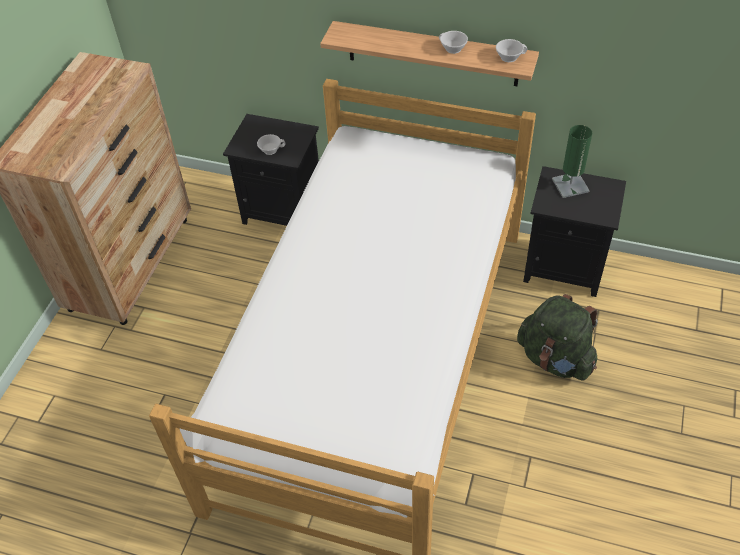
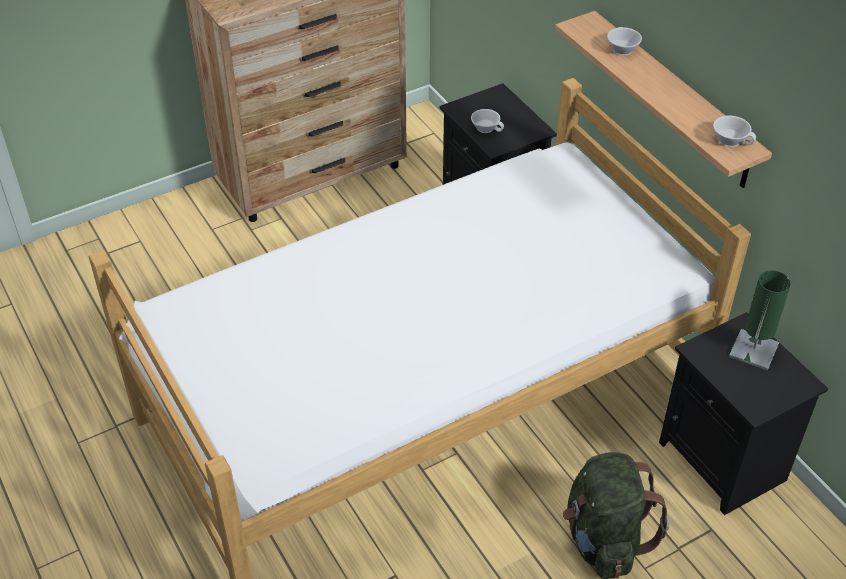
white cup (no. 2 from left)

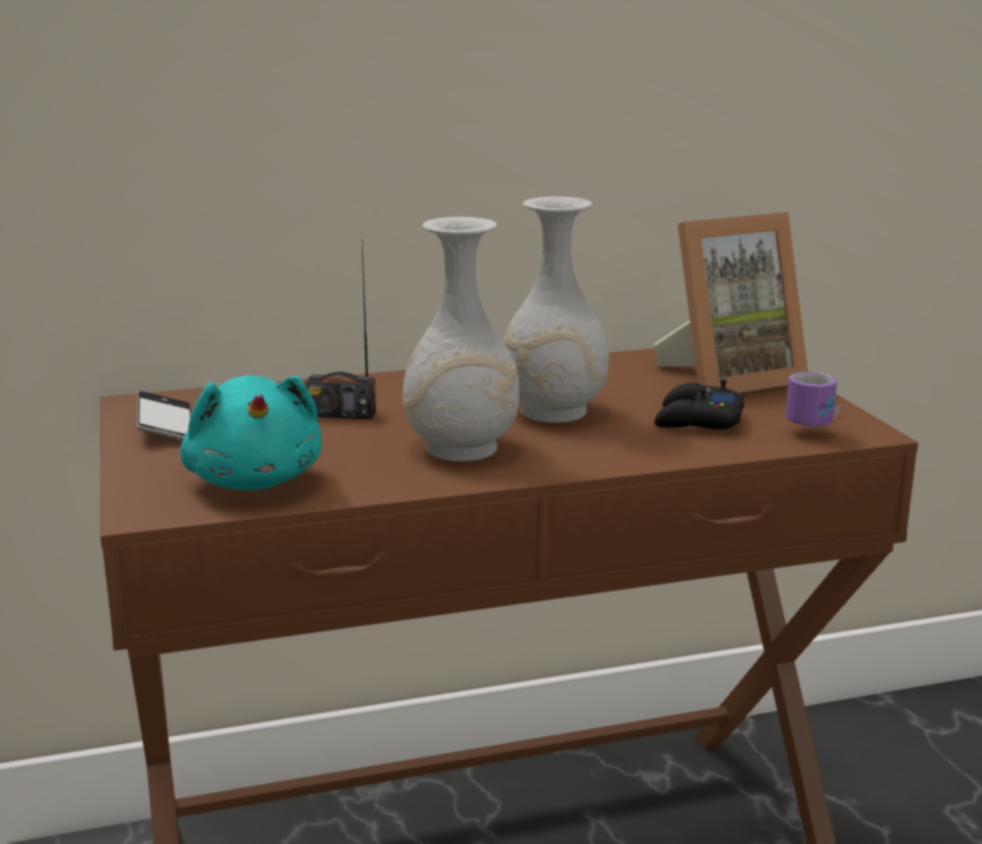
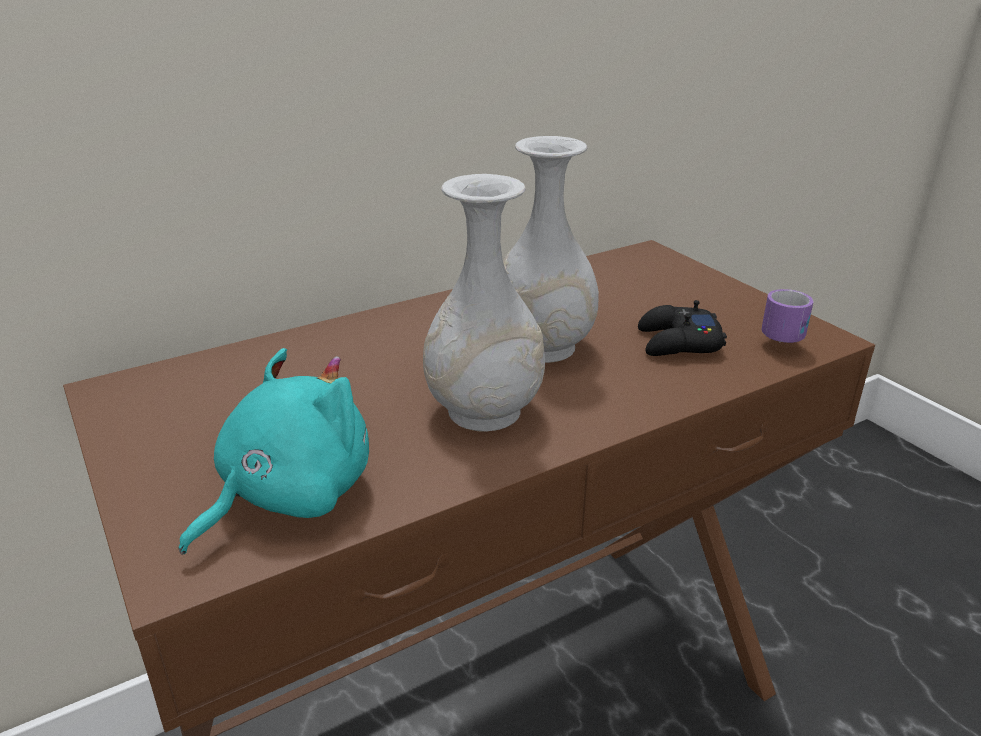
phone
turquoise plush toy
radio
picture frame

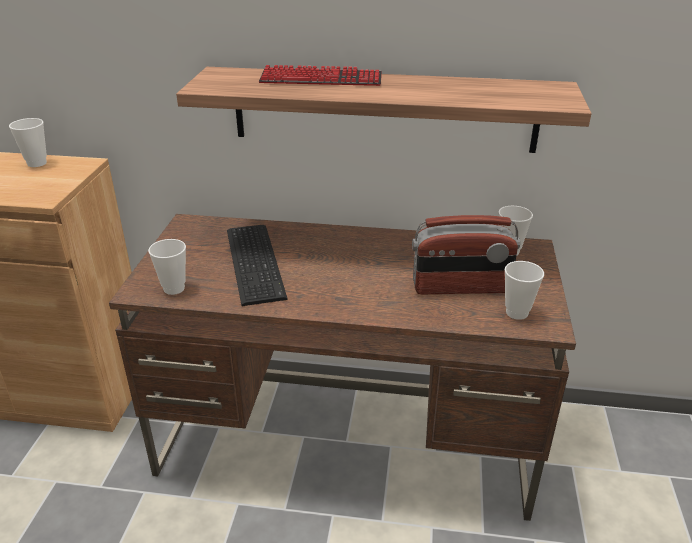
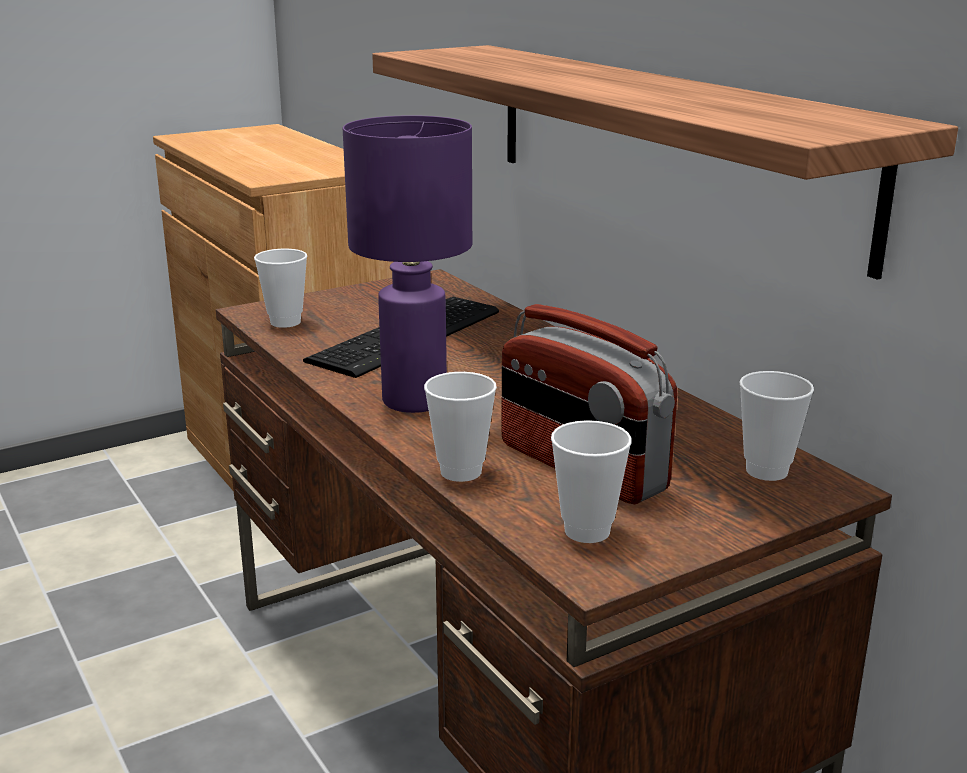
cup (no. 2 from left)
keyboard (no. 2 from left in the first image)
purple table lamp

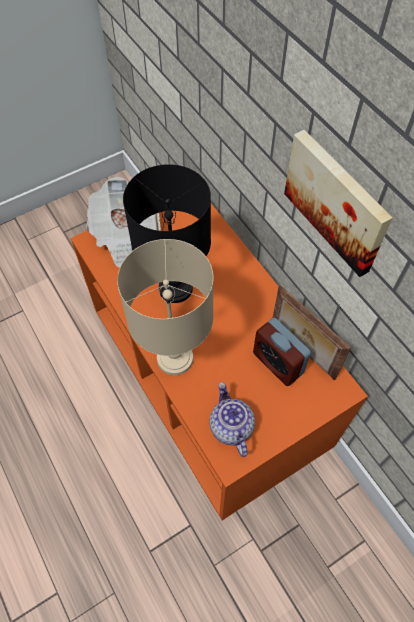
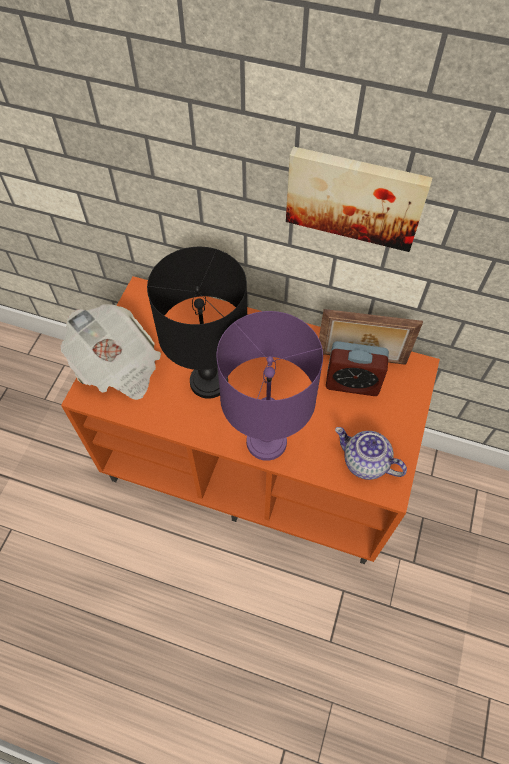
purple table lamp

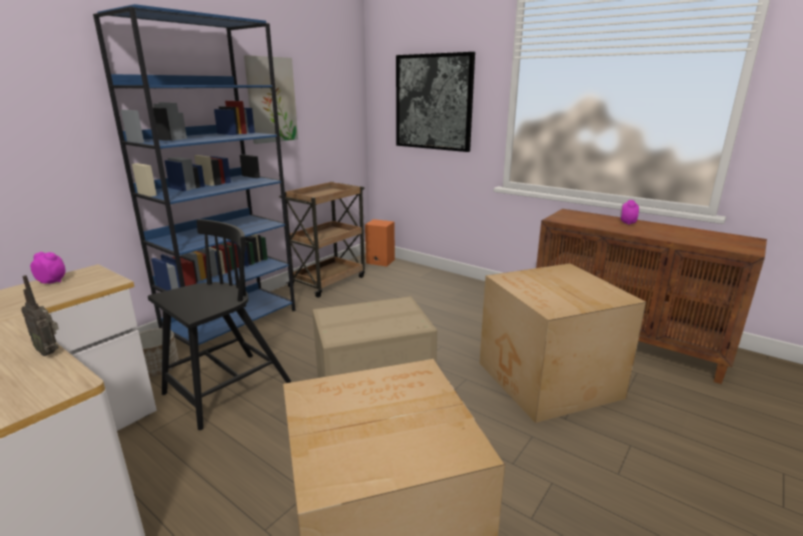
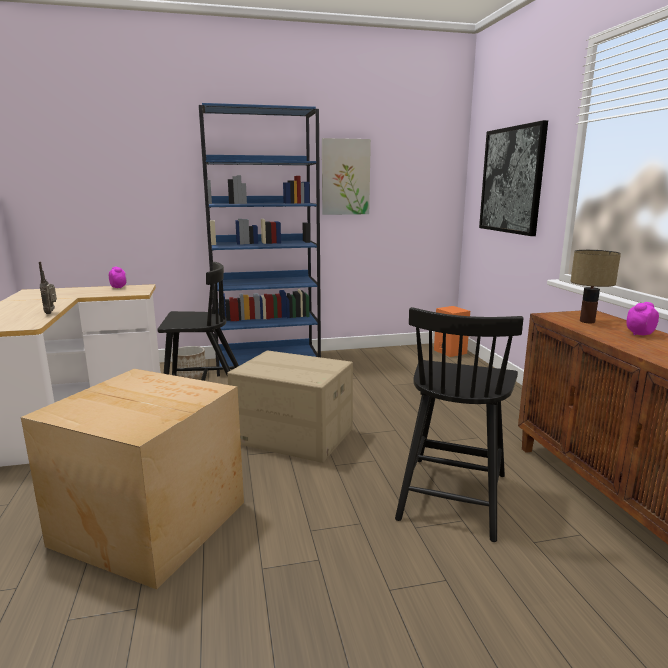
brown cart
black chair (no. 2 from left)
table lamp

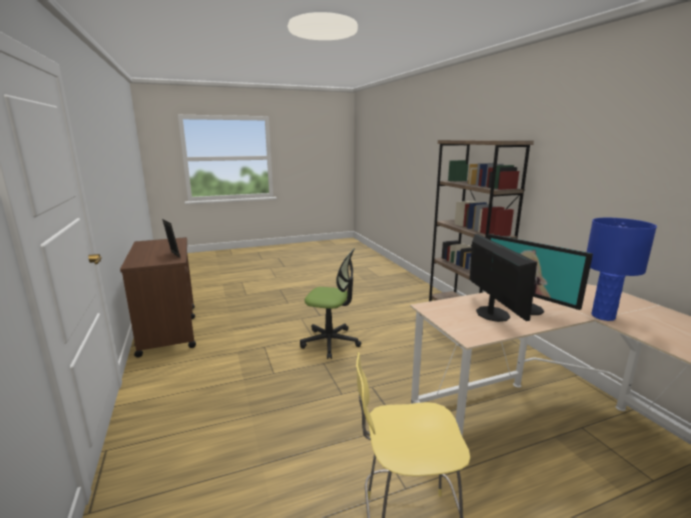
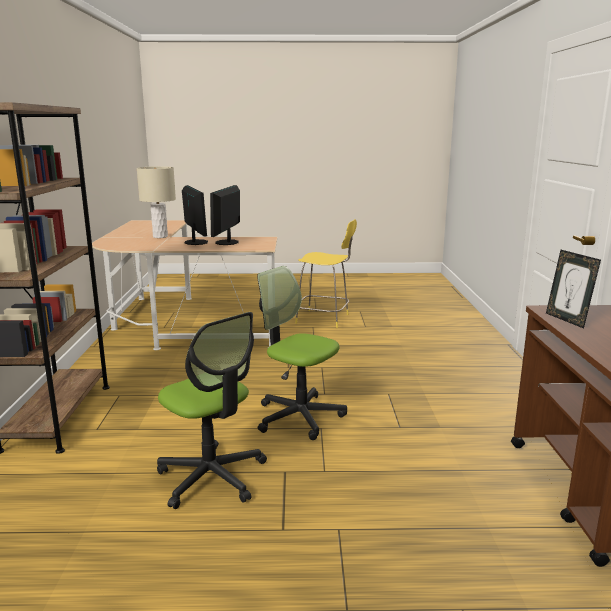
beige table lamp
office chair (no. 1 from left)

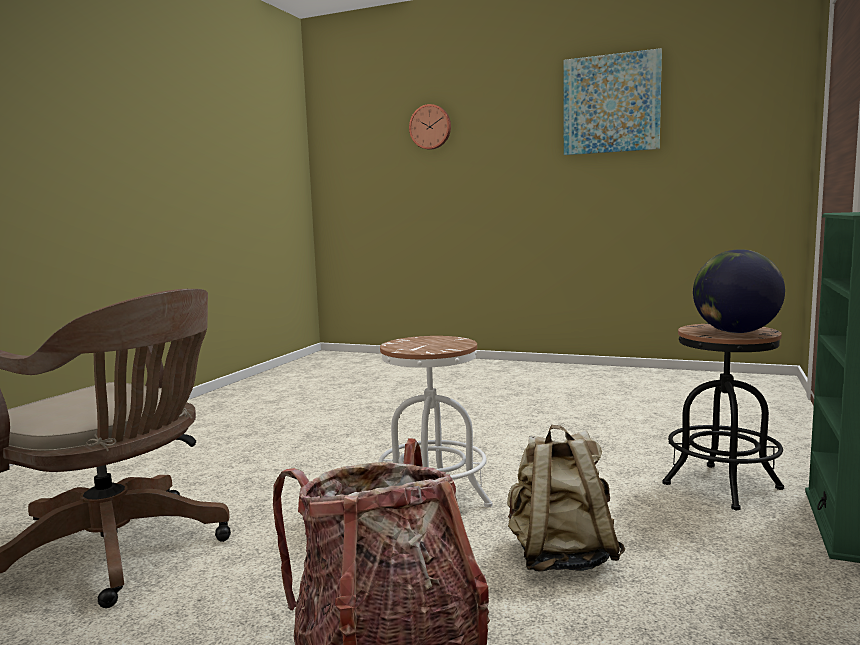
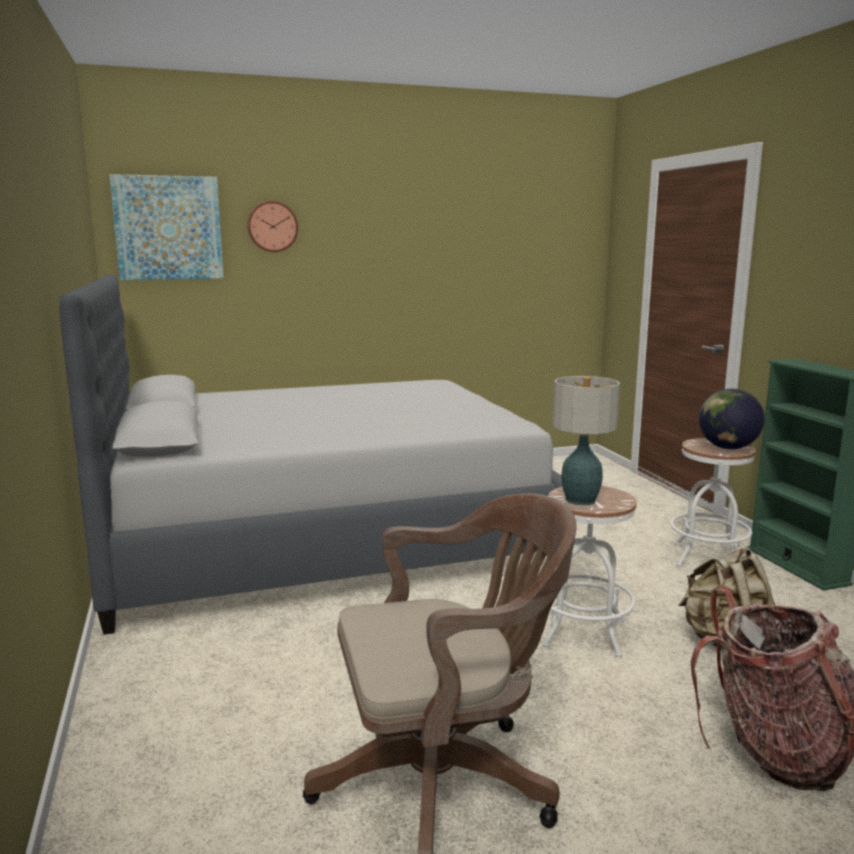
picture
white stool (no. 2 from left)
grey bed
table lamp

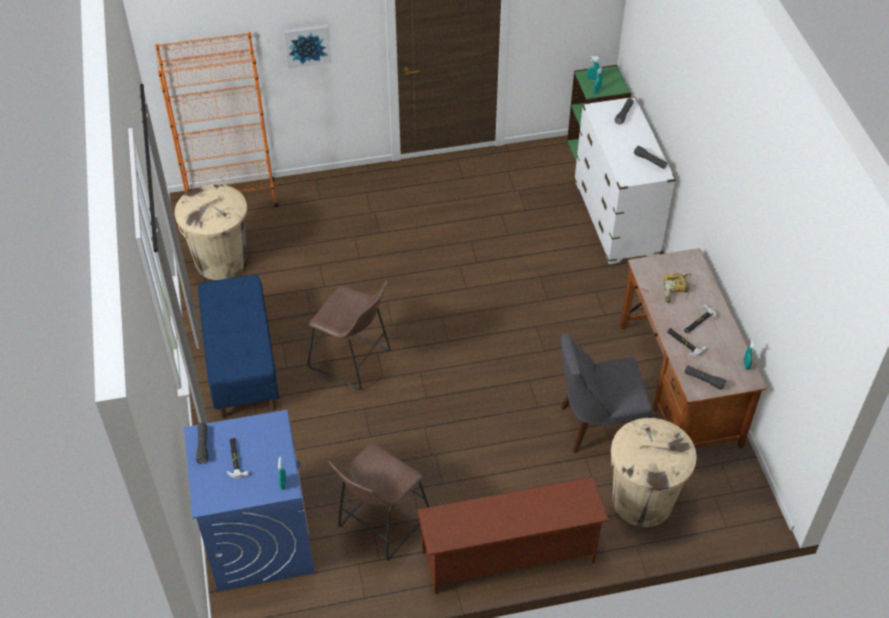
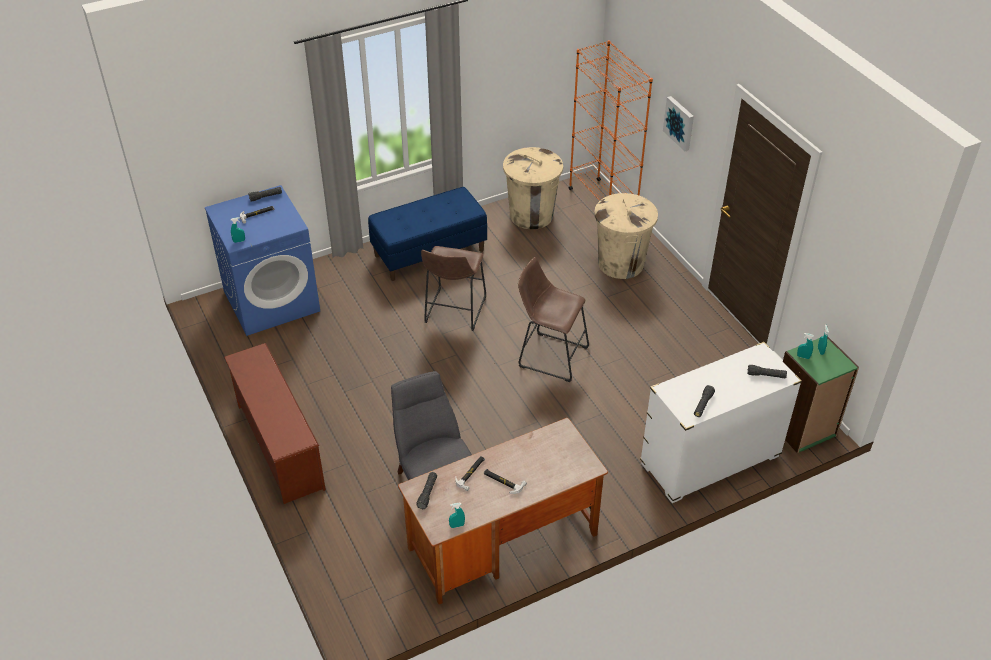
brown stool (no. 2 from left)
beige trash can (no. 2 from left)
power drill

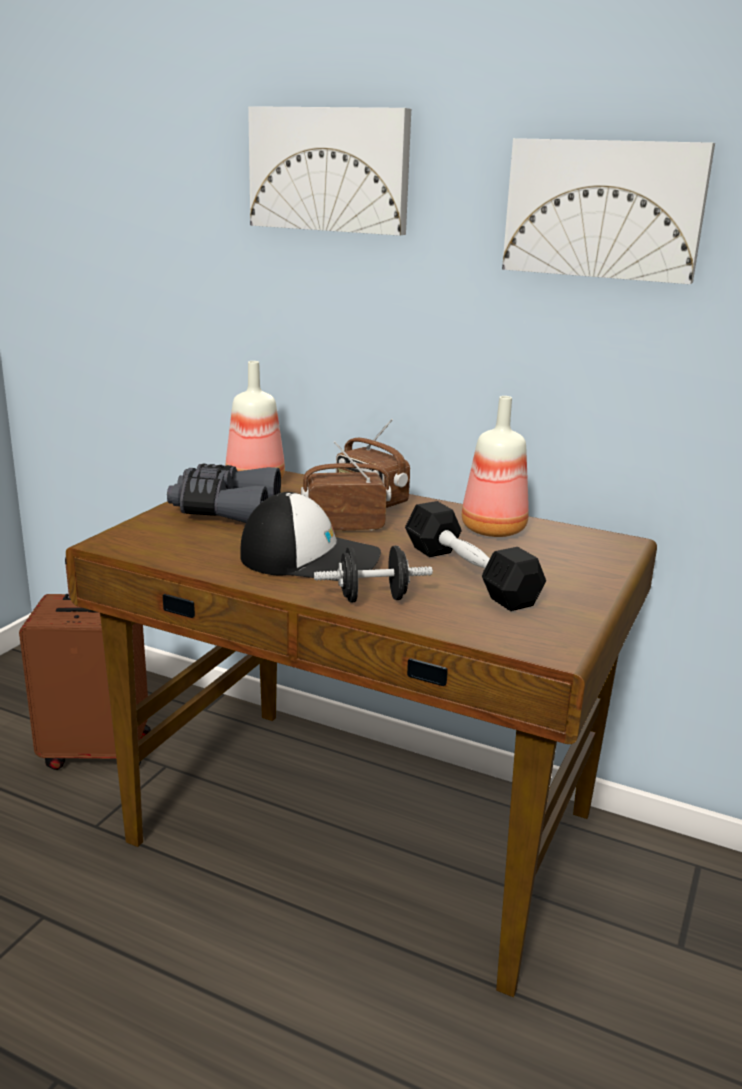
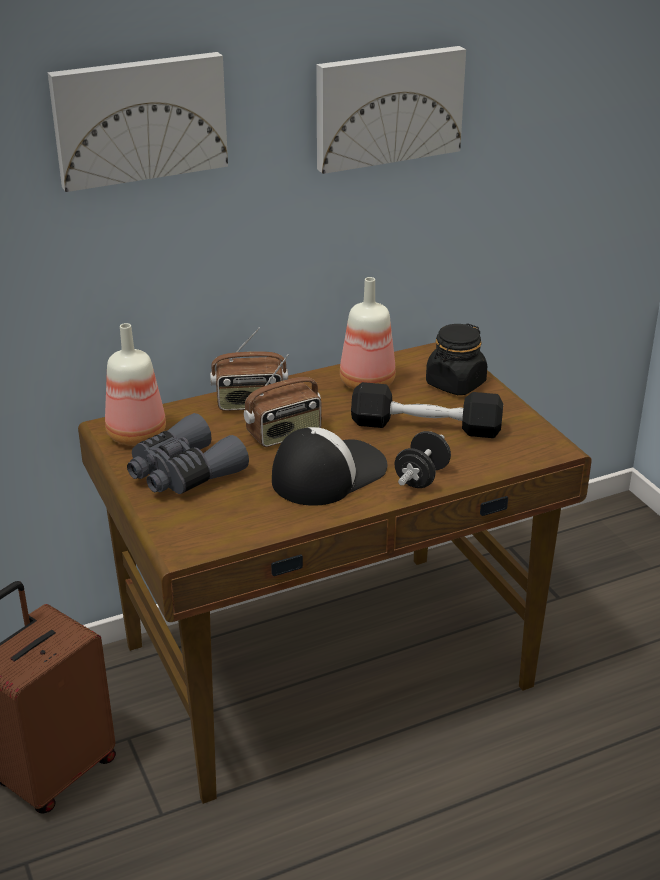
radio (no. 2 from left)
black jar

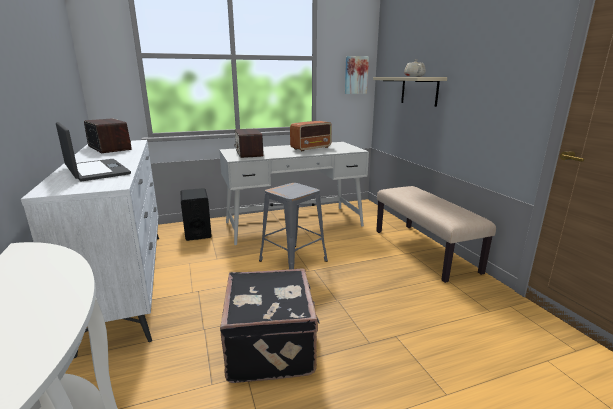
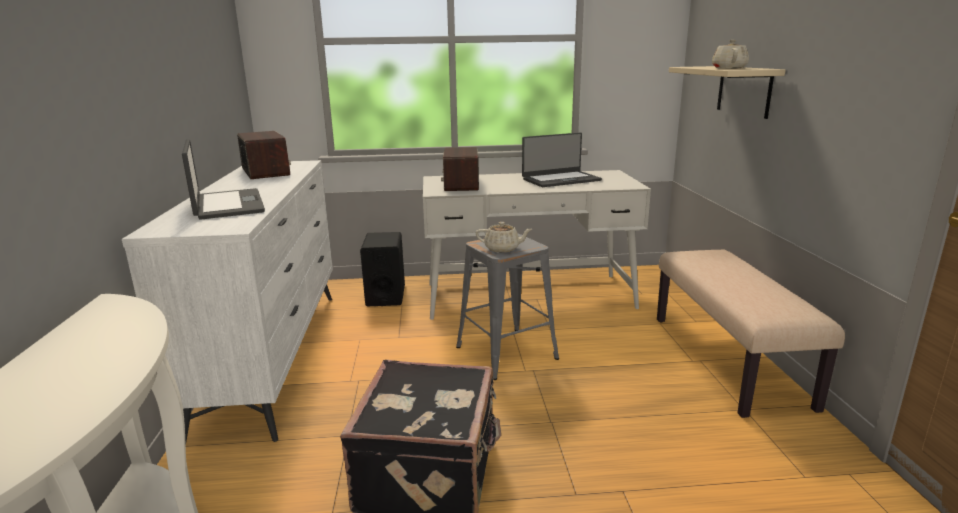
laptop (no. 2 from left)
picture
beige teapot (no. 1 from left)

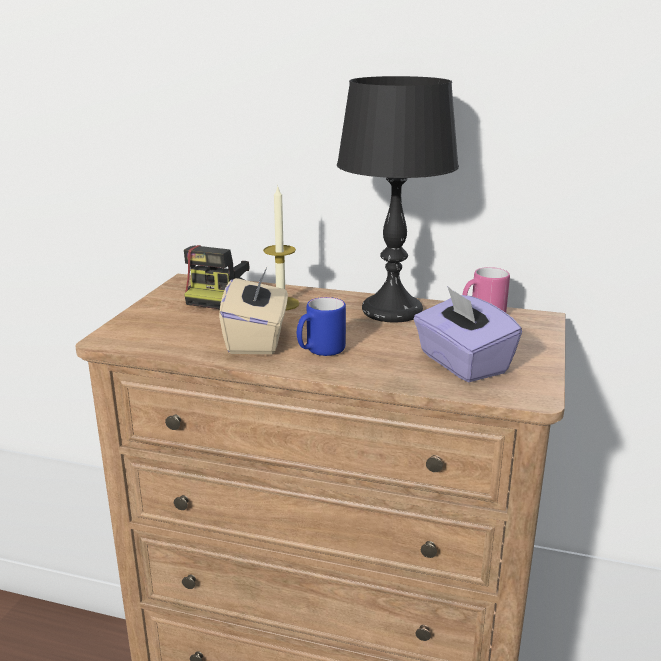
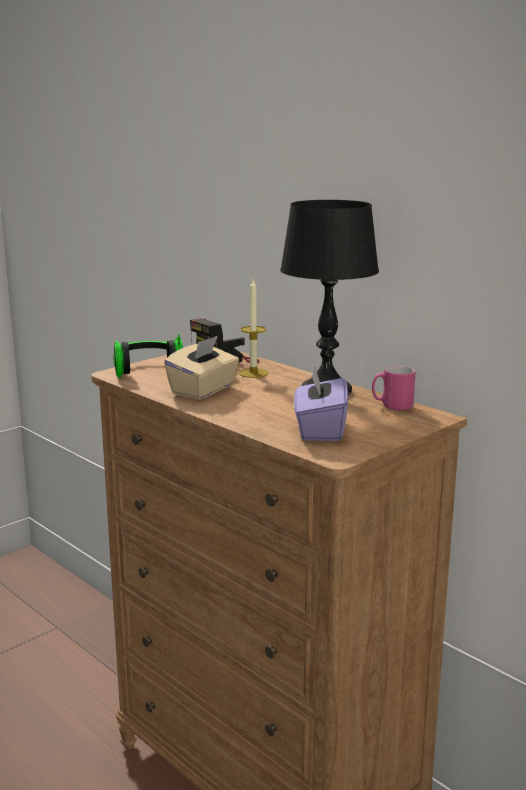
blue mug
headphones

